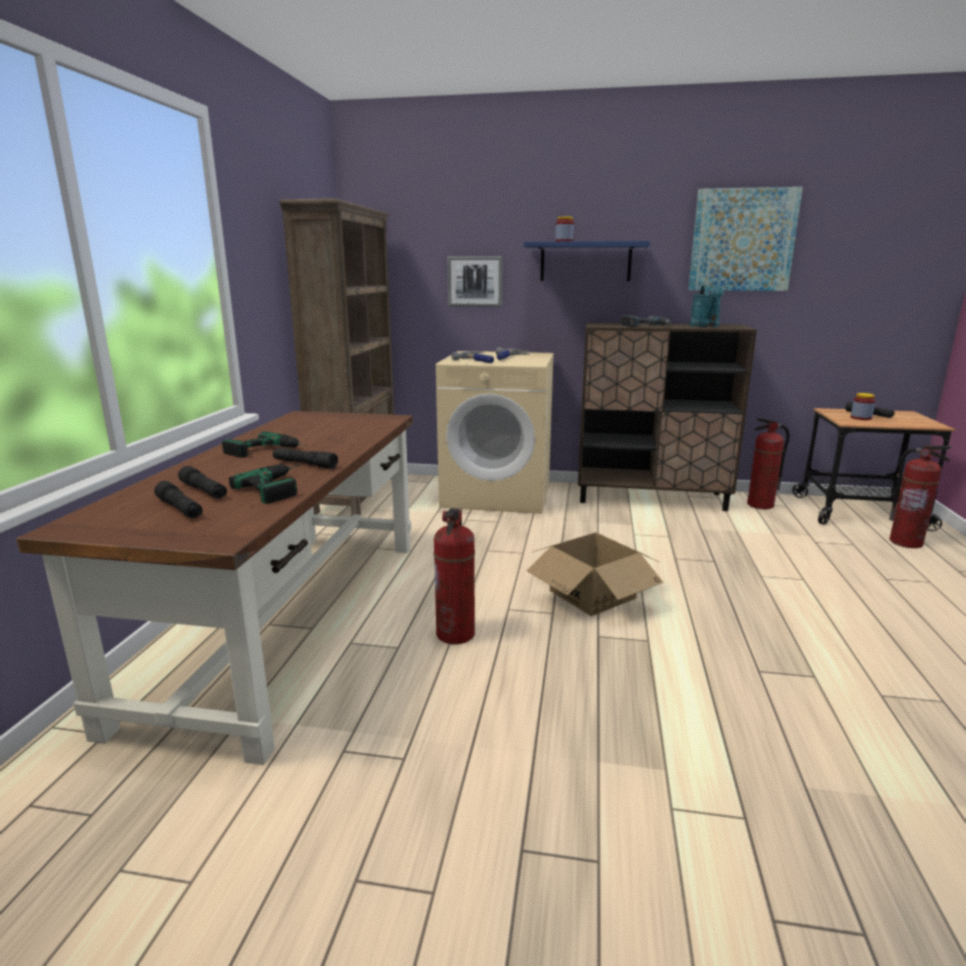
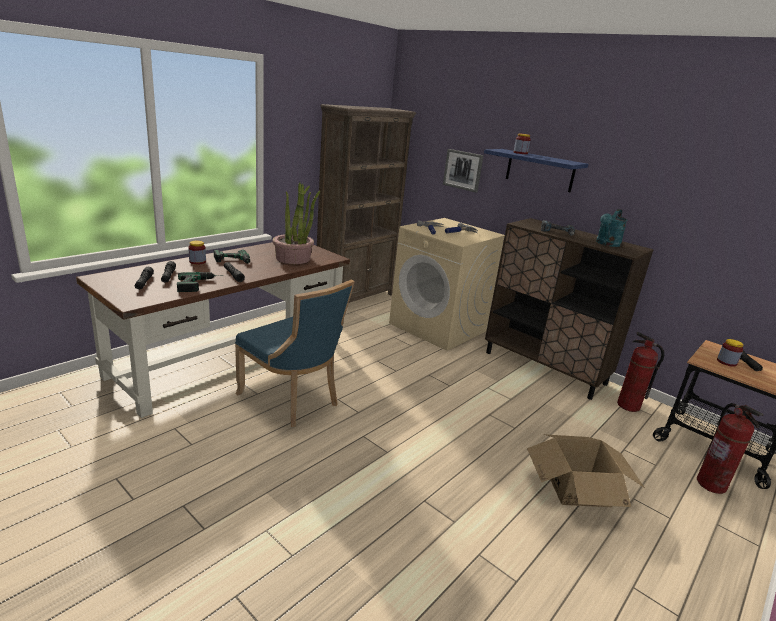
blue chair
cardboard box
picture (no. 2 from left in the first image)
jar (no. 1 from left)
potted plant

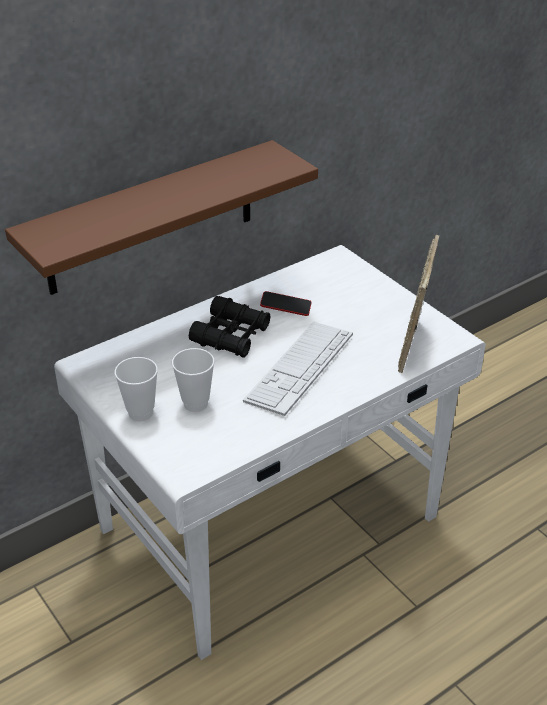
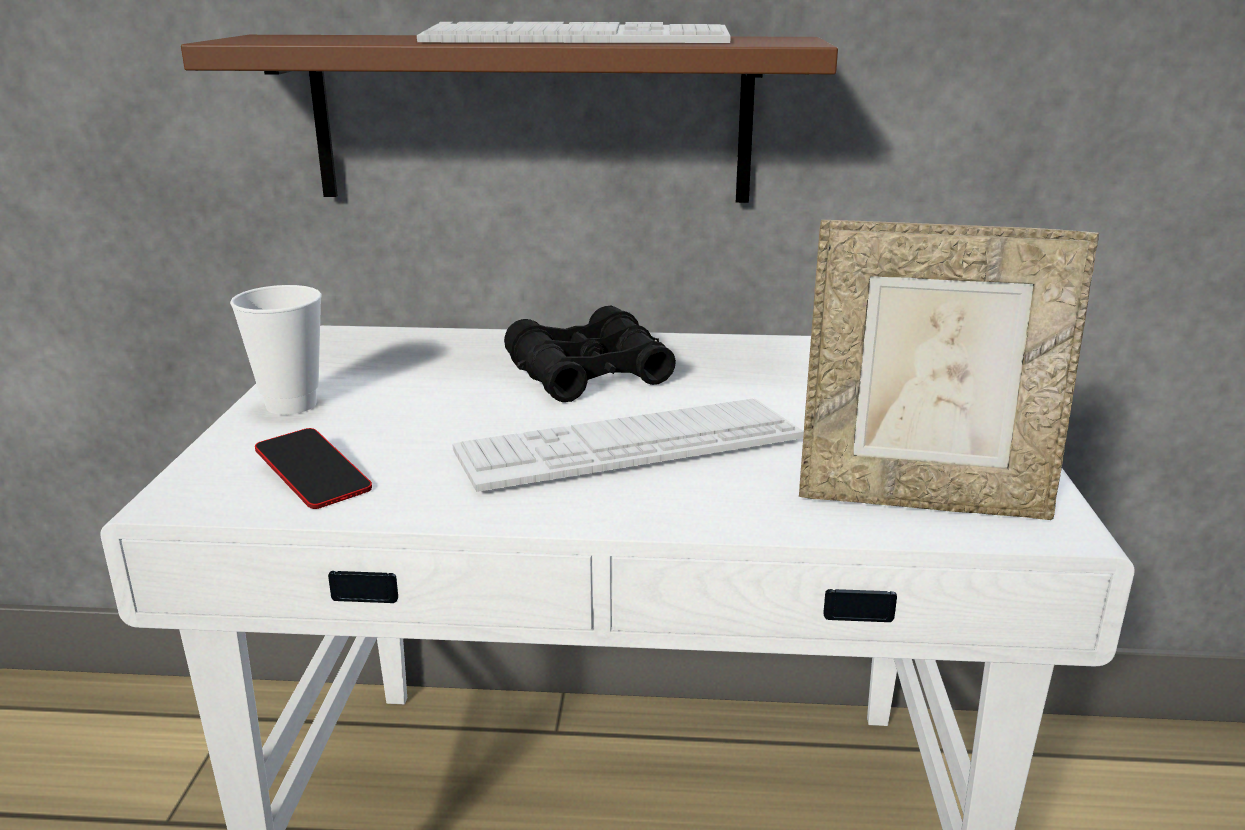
cup (no. 2 from left in the first image)
phone
picture frame
keyboard (no. 1 from left)

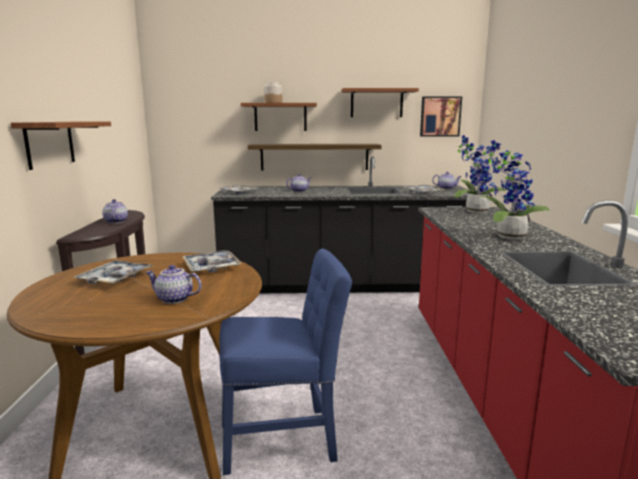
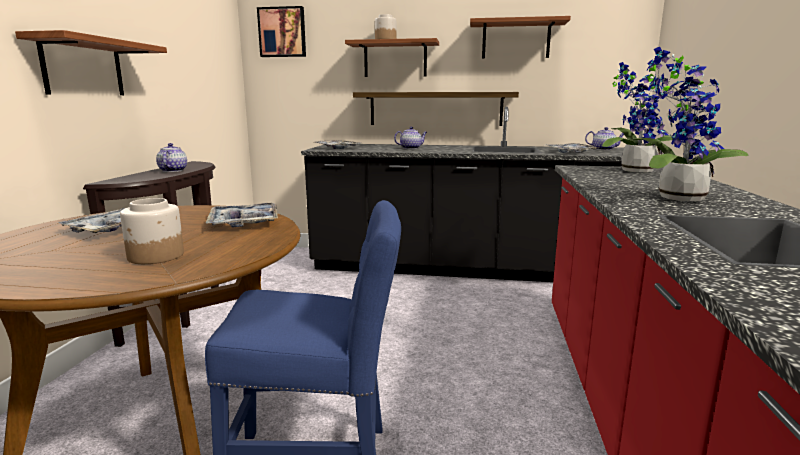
jar (no. 1 from left)
picture

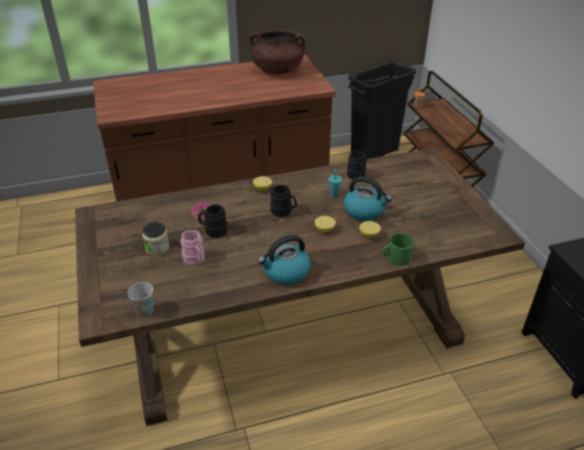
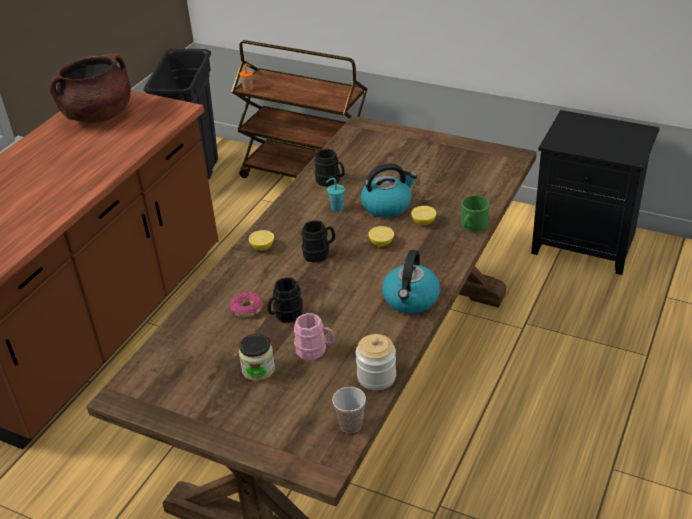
jar (no. 2 from left)

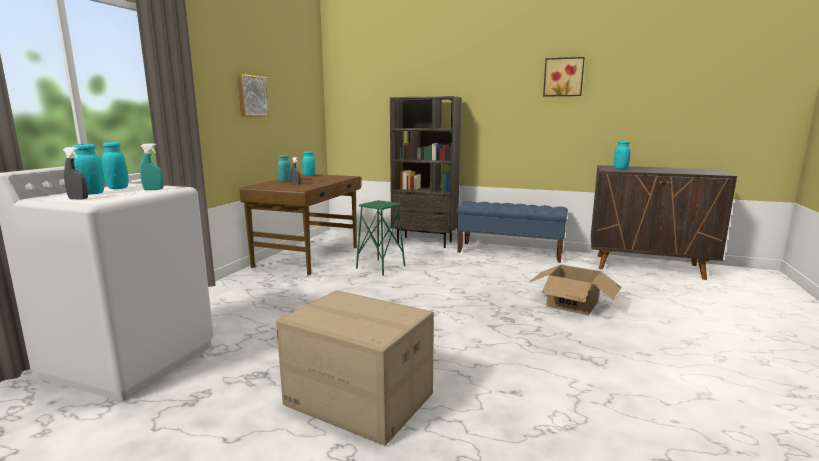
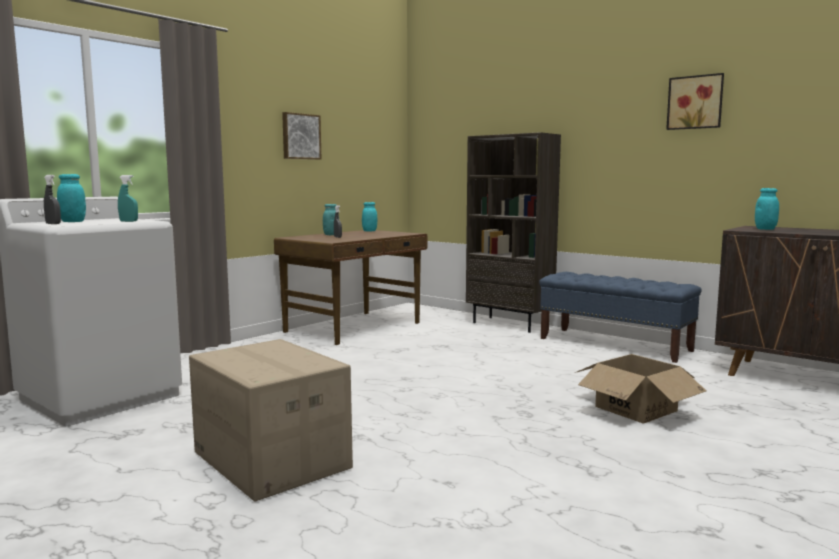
turquoise jar (no. 2 from left in the first image)
green stool

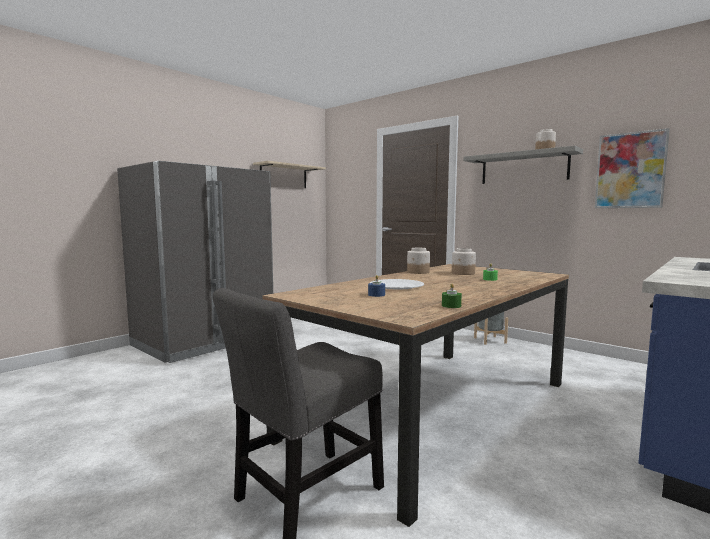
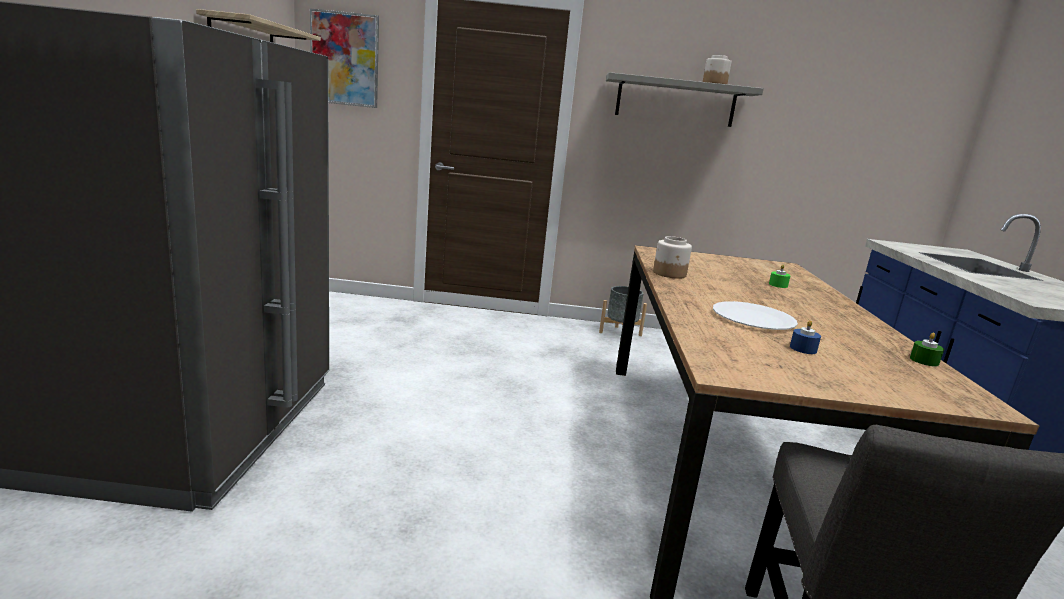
jar (no. 2 from left in the first image)
picture

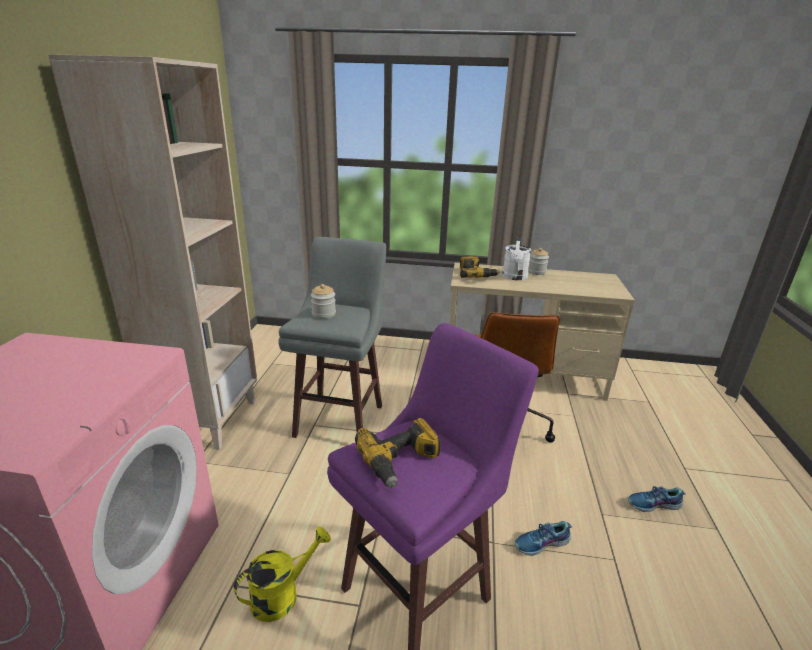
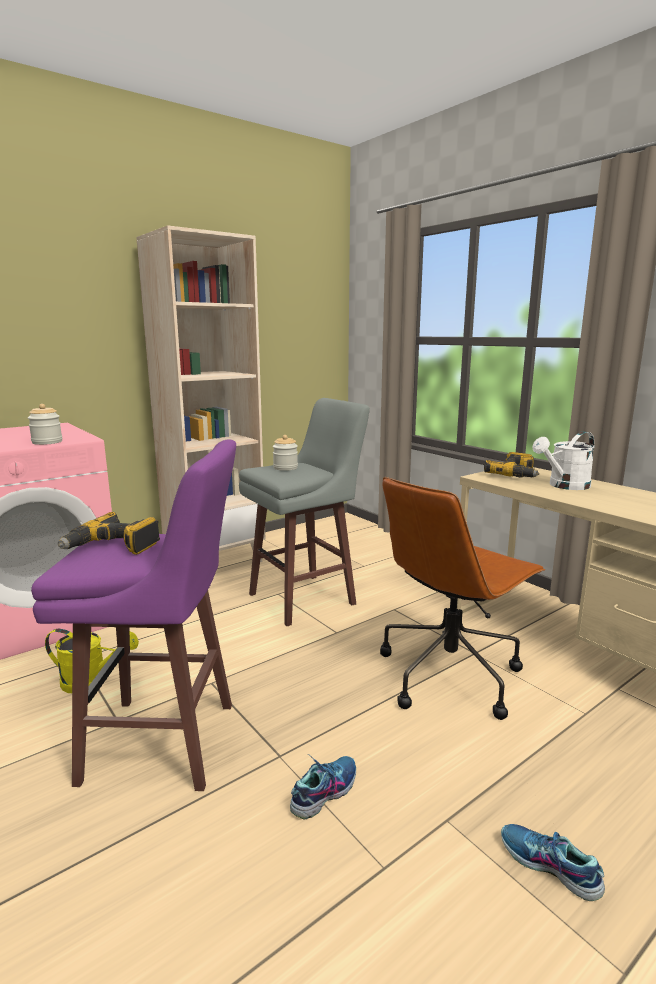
shoe (no. 1 from left)
jar (no. 1 from left)

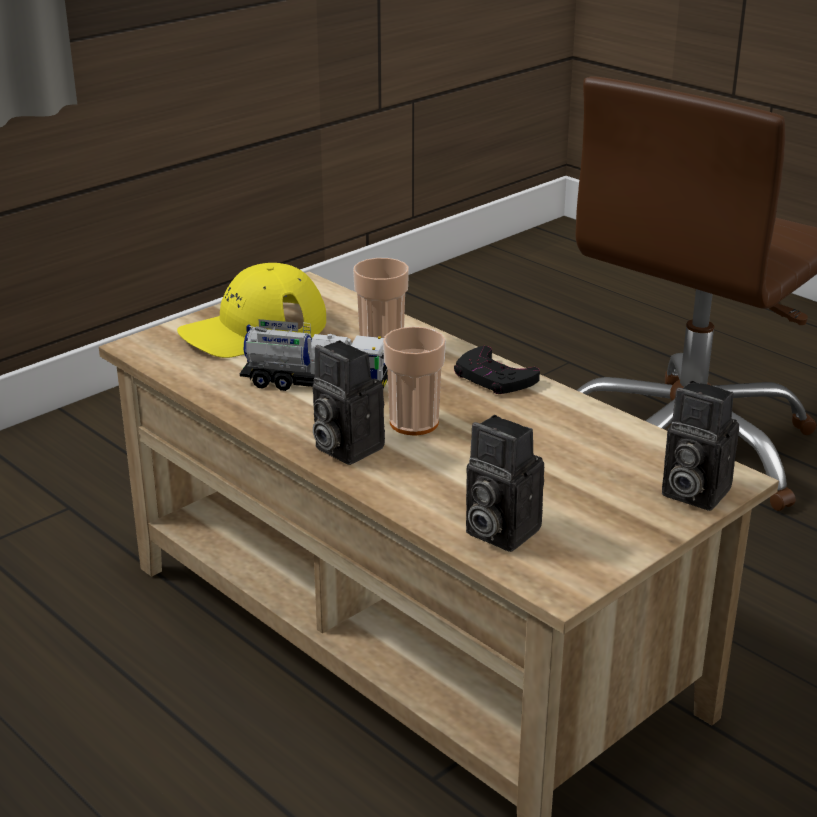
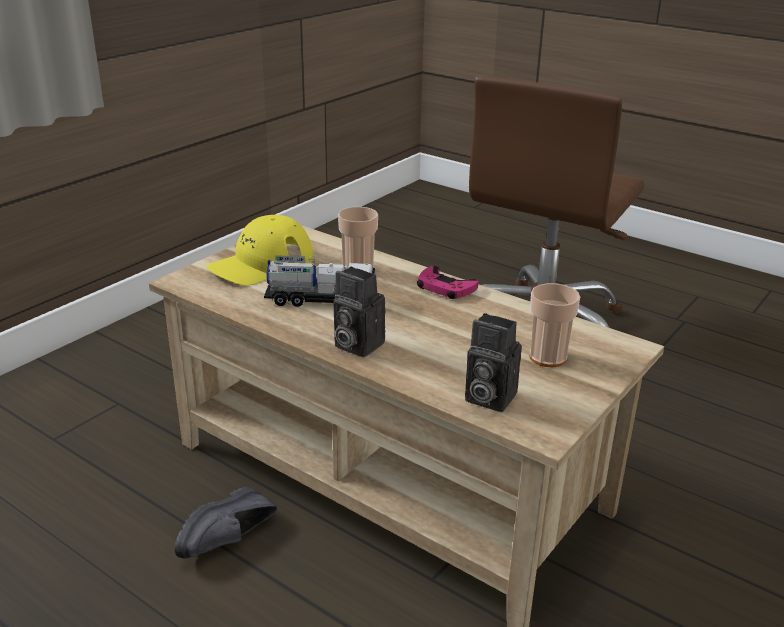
cup (no. 2 from left)
pink game controller
photo camera (no. 3 from left in the first image)
black shoe

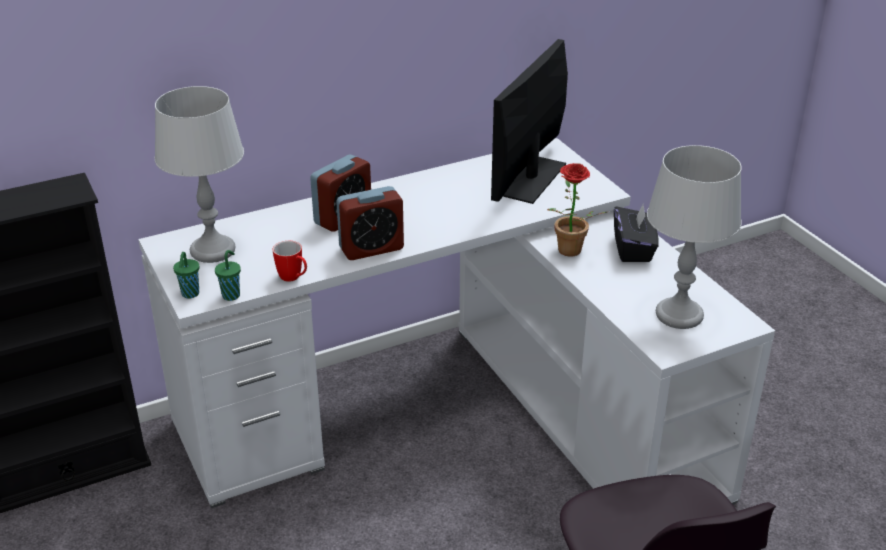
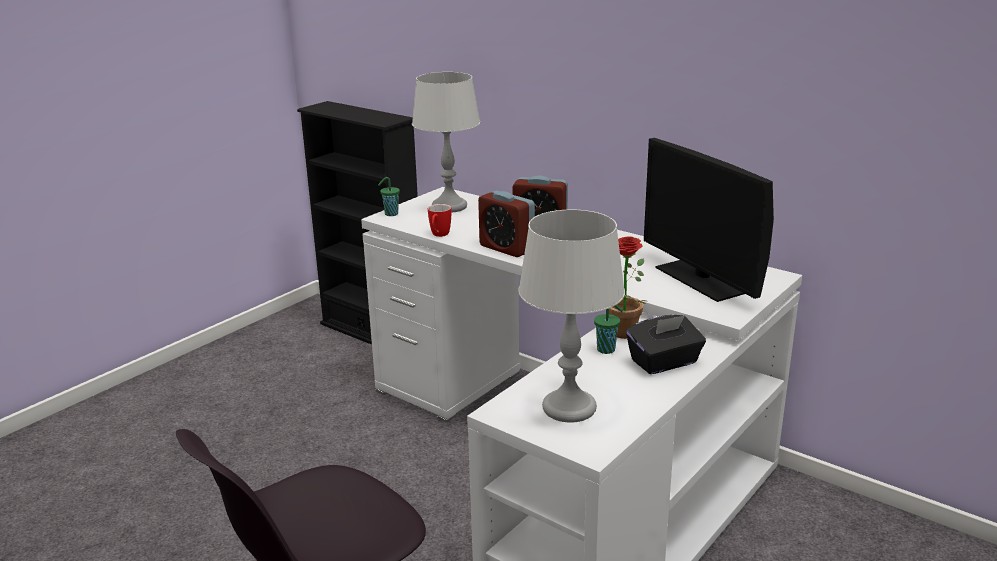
green cup (no. 2 from left)
monitor

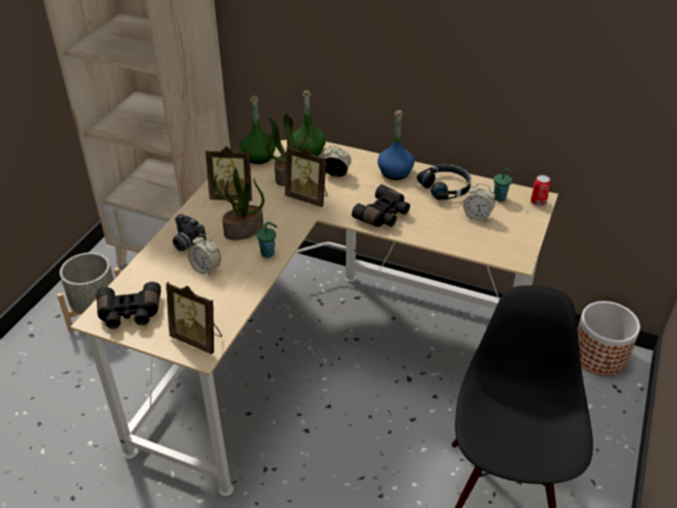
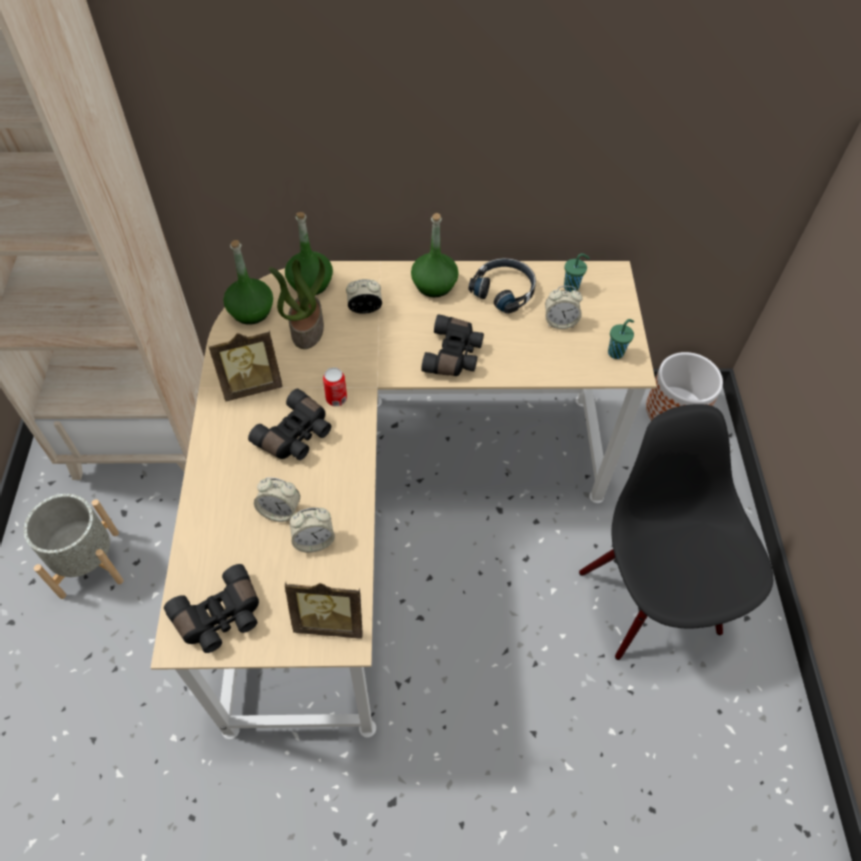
photo camera
black binoculars (no. 2 from left)
green cup (no. 2 from left)
picture frame (no. 3 from left in the first image)
green bottle (no. 3 from left)
can
alarm clock (no. 2 from left)

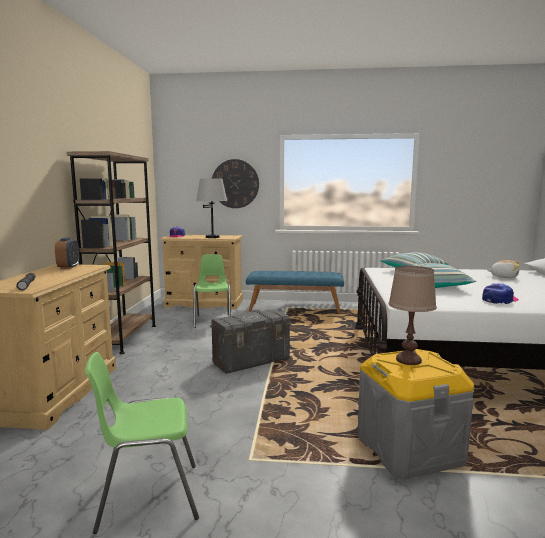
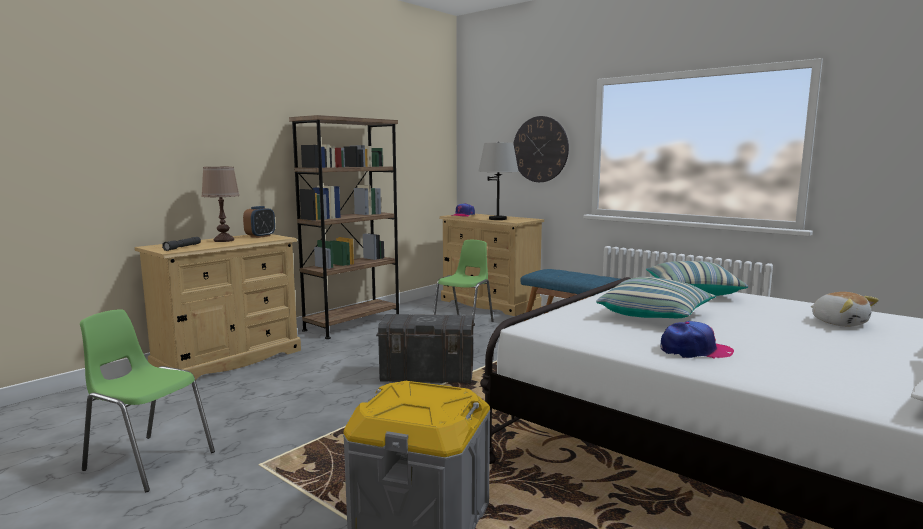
brown table lamp

